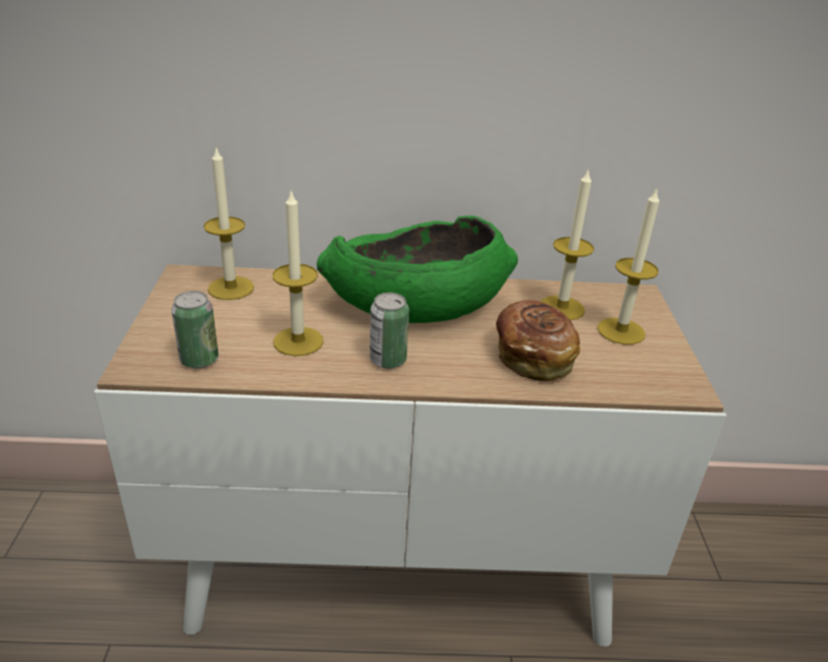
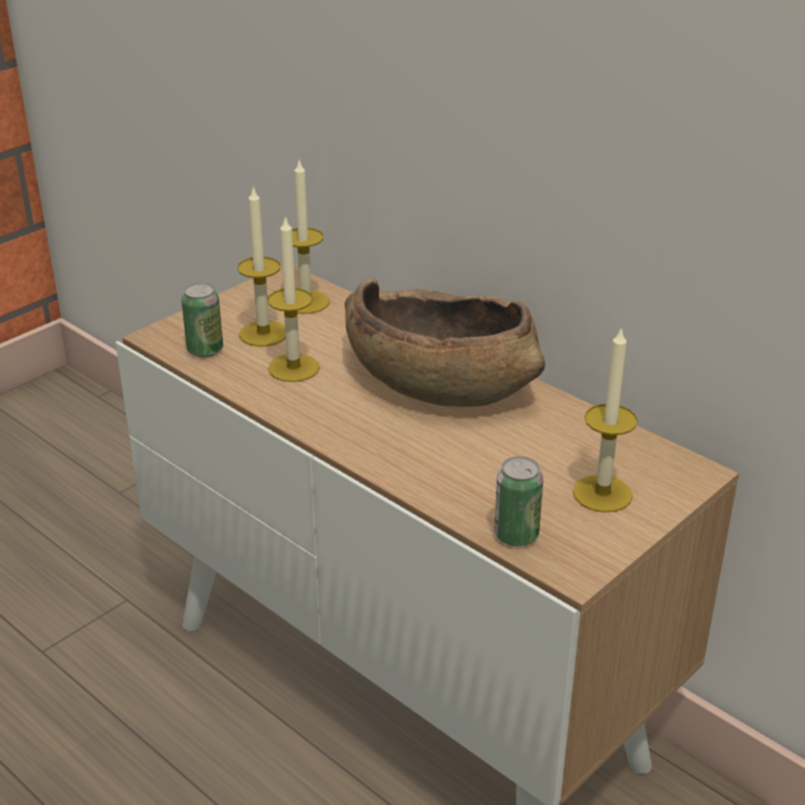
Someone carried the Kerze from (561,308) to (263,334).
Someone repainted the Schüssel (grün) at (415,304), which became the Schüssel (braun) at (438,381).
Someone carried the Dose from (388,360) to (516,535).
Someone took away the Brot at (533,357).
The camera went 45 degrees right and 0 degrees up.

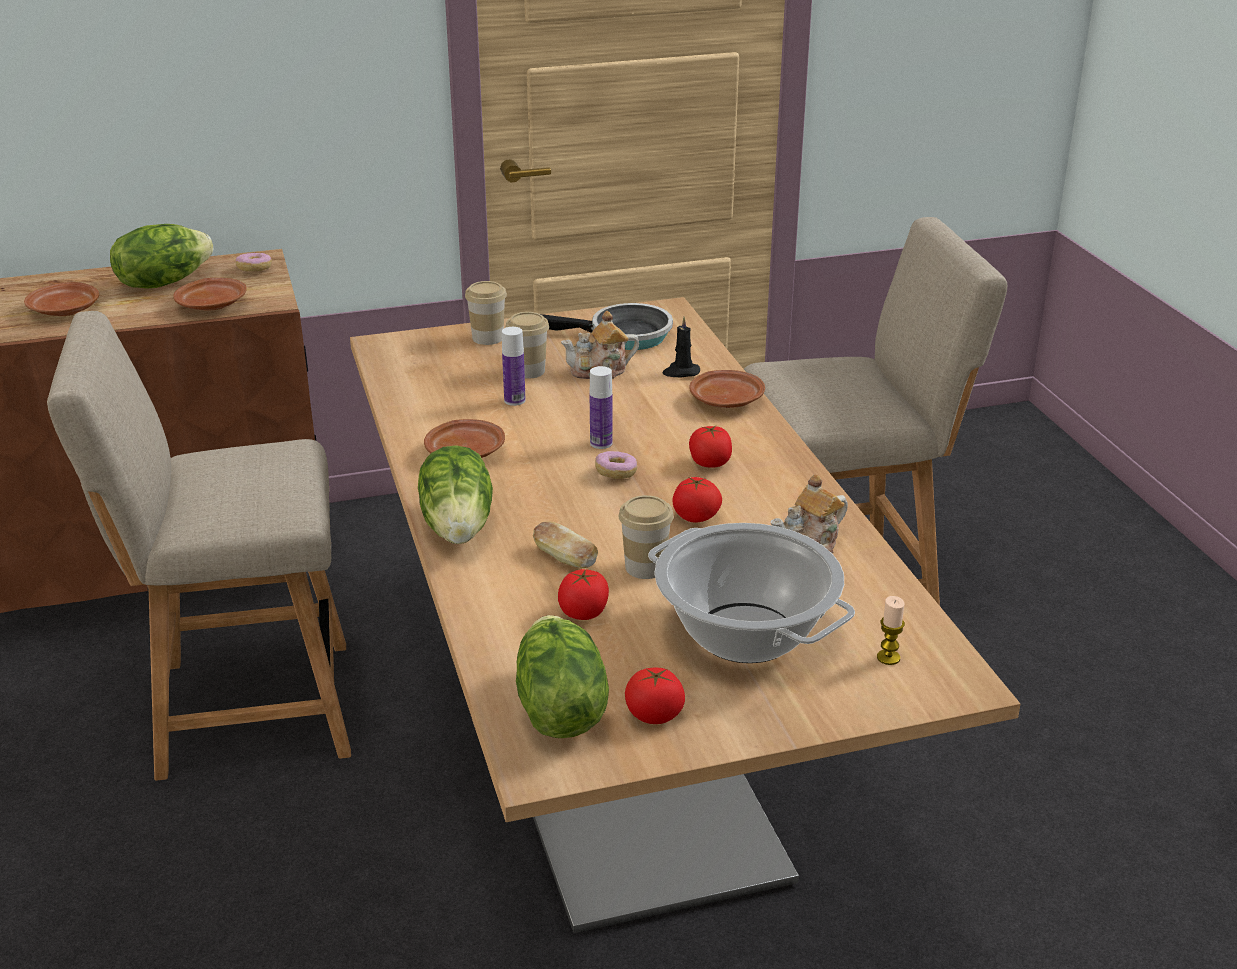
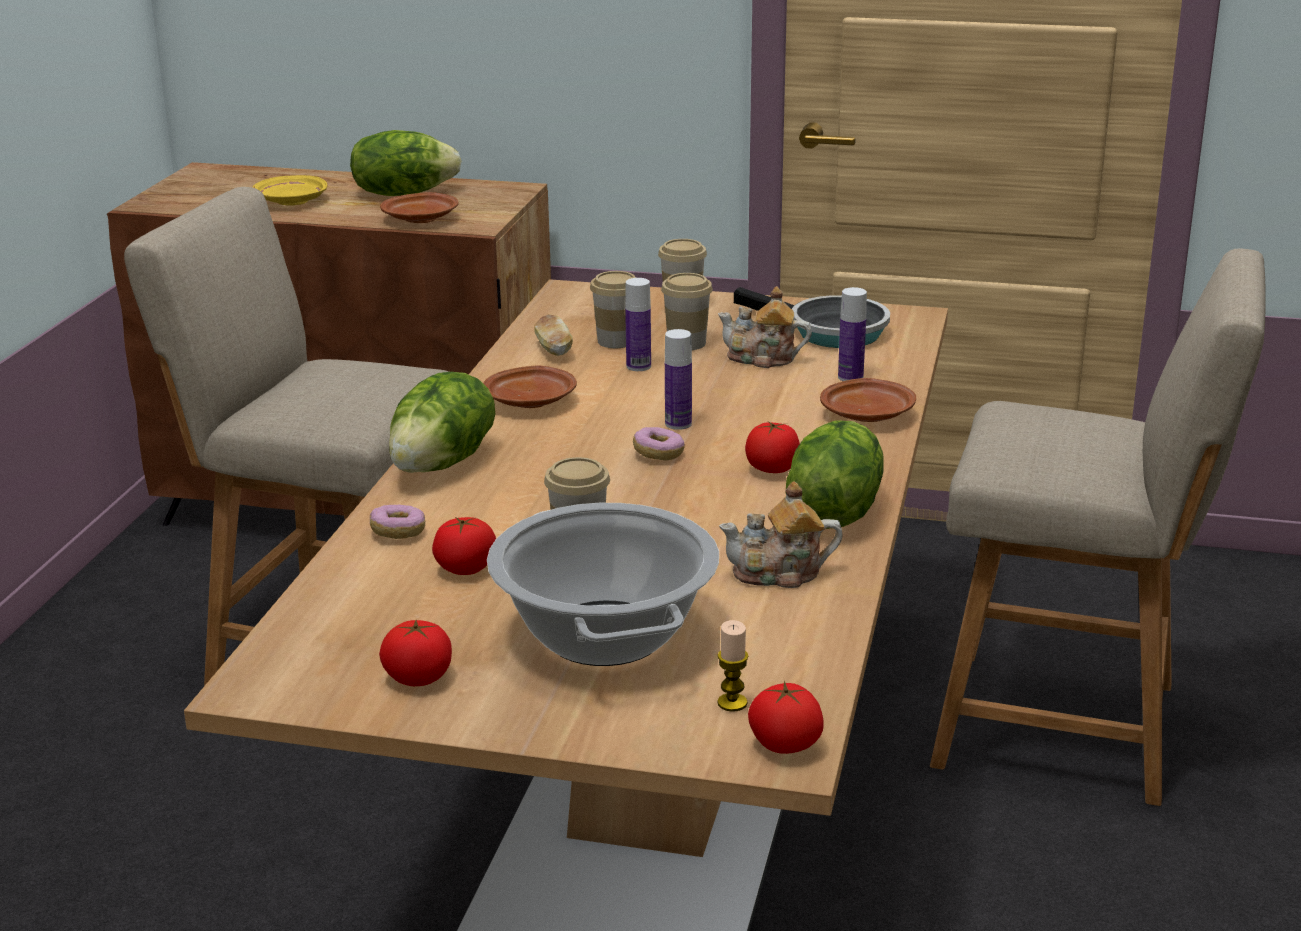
Someone repainted the Teller (braun) at (64,311), which became the Teller (gelb) at (291,201).
Someone carried the Donut from (254,269) to (398,533).
Someone carried the Brot from (565,559) to (553,350).
Someone put down the Tasse at (616,341).
Someone carried the Tomate from (696,517) to (785,745).
Someone carried the Salatkopf from (558,710) to (833,512).
Someone swapped the Kerze (schwarz) at (681,372) for the Flasche at (850,377).
The camera went 30 degrees right and 5 degrees down.

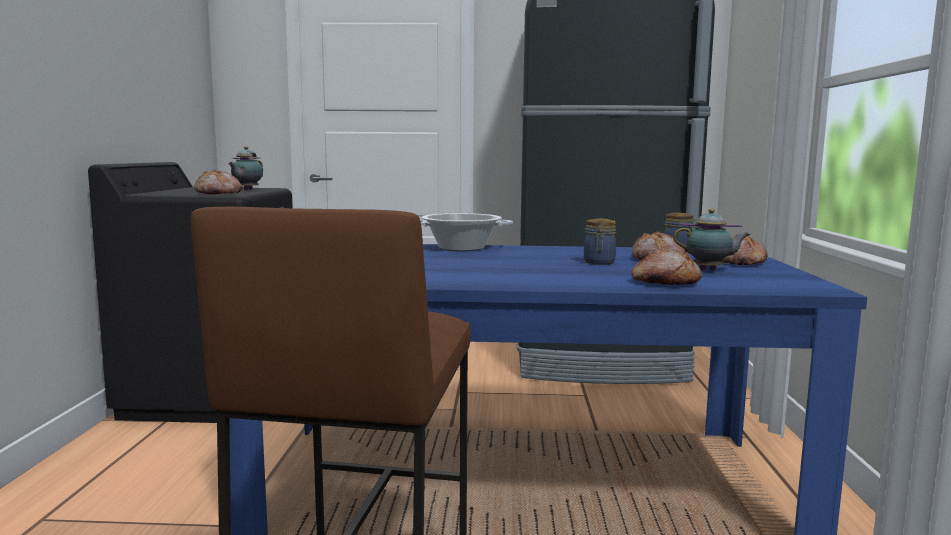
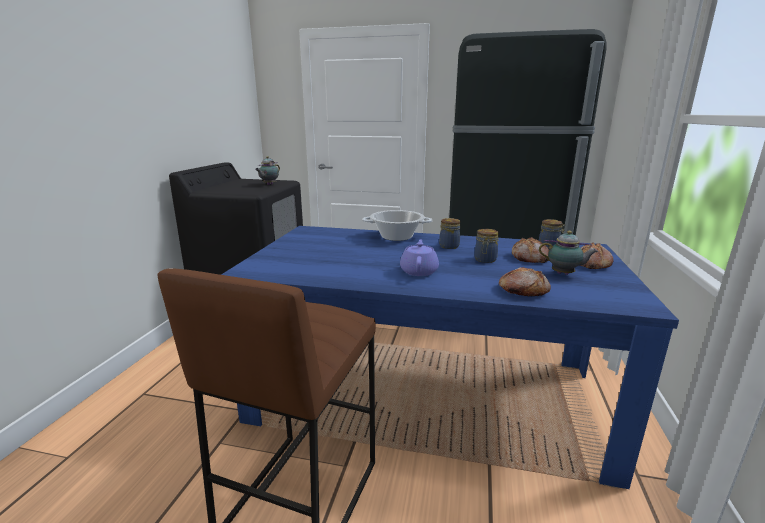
Someone put down the Teekanne (lila) at (419,271).
Someone put down the Vorratsglas at (449,246).
Someone took away the Brot at (219,193).
The camera went 10 degrees right and 10 degrees up.

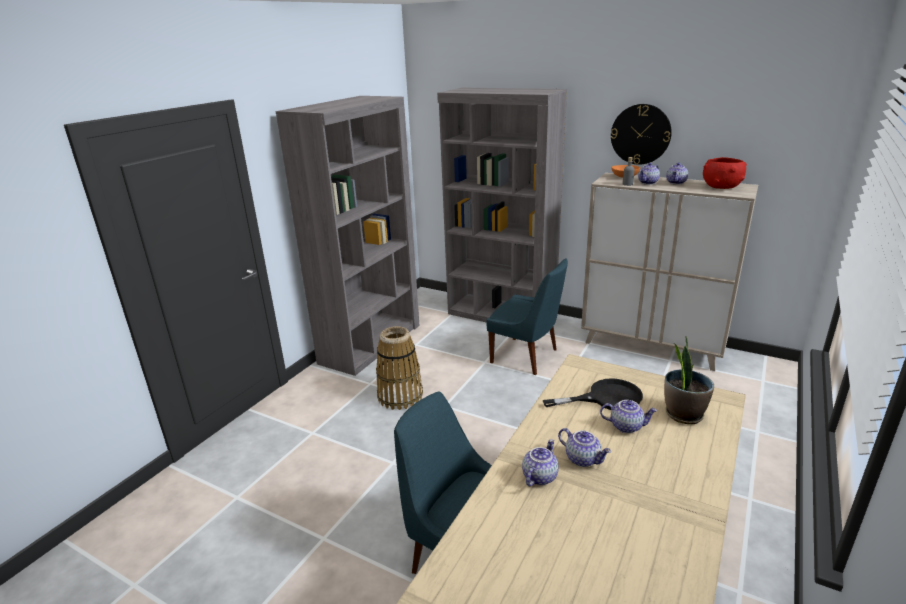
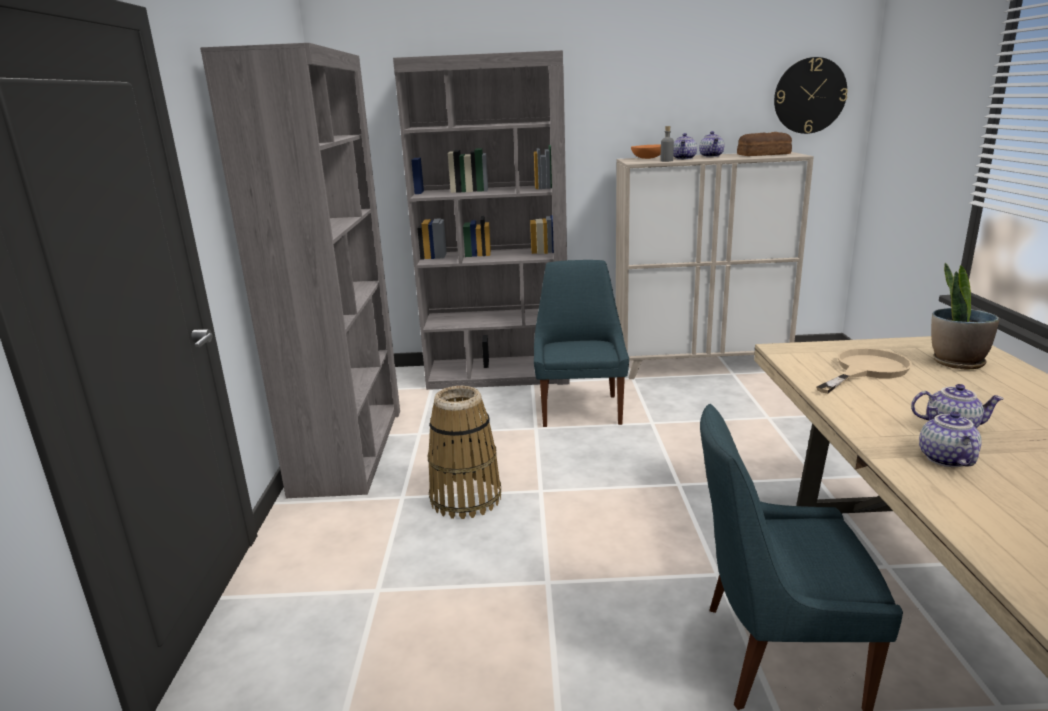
Someone rotated the Stuhl (blau) at (526,357) by 90 degrees counterclockwise.
Someone swapped the Schüssel (rot) at (721,187) for the Brot at (762,154).
Someone carried the Wanduhr from (640,134) to (809,96).
Someone repainted the Pfanne (schwarz) at (605,398), which became the Pfanne (beige) at (865,370).
Someone took away the Teekanne at (626,426).
The camera went 30 degrees left and 5 degrees down.

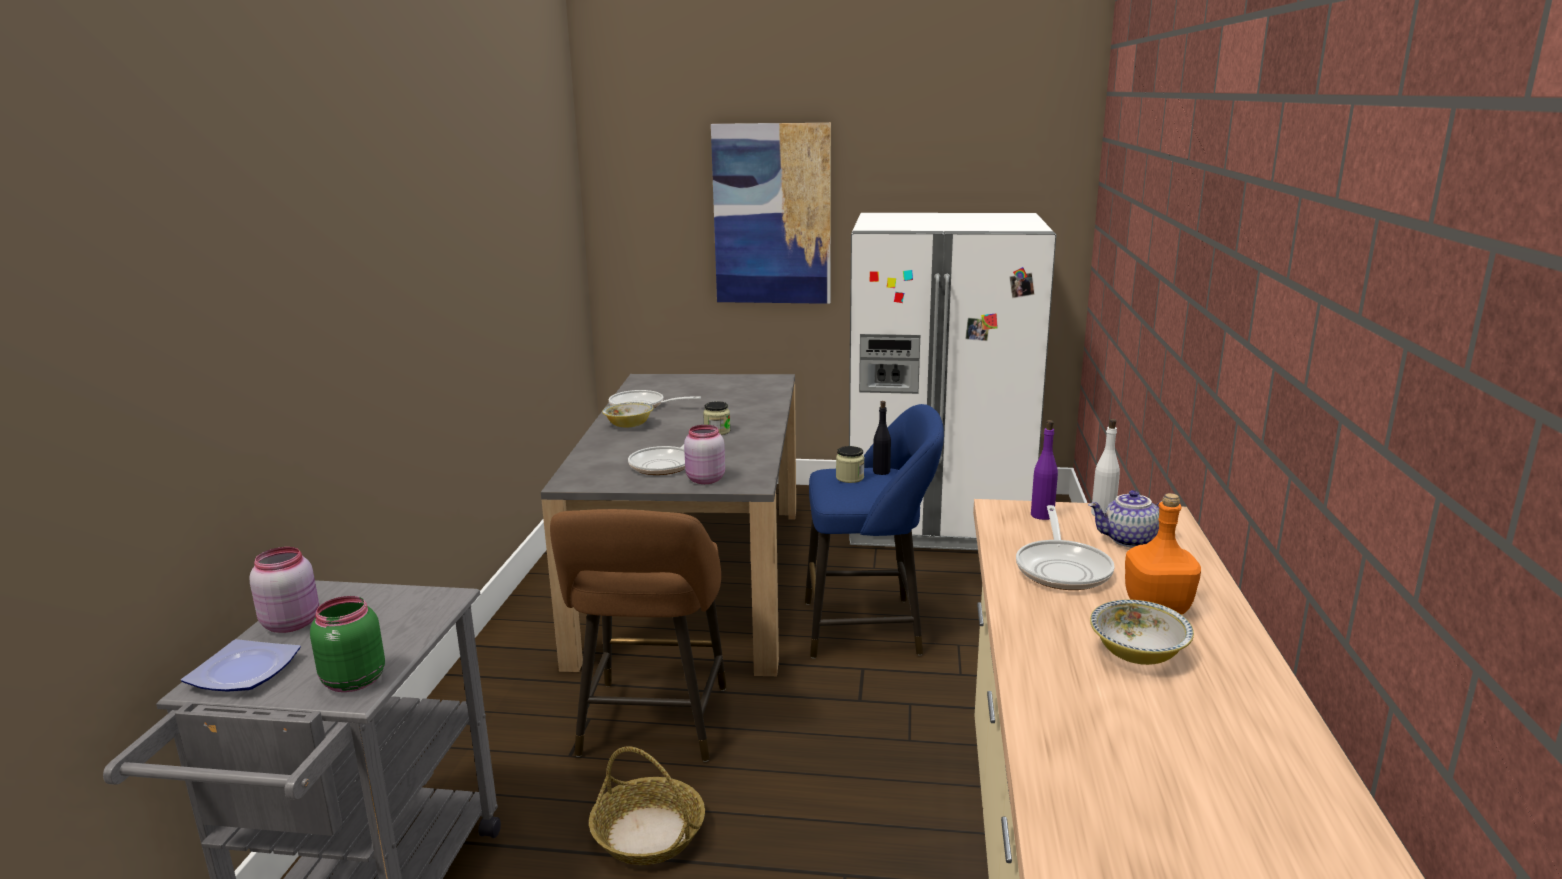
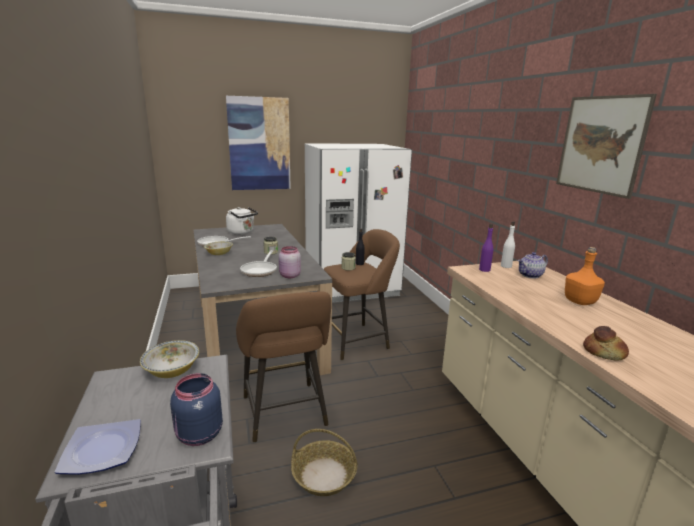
Someone carried the Schüssel from (1137,653) to (172,371).
Someone repainted the Vorratsglas (grün) at (352,681), which became the Vorratsglas (blau) at (198,435).
Someone put down the Wasserkessel (weiß) at (242,232).
Someone repainted the Hocker (blau) at (870,628), which became the Hocker (braun) at (357,340).
Someone put up the Bild at (601,144).
Someone put down the Brot at (604,353).
Someone took away the Vorratsglas (rosa) at (292,623).
Someone took away the Pfanne at (1062,568).
The camera went 25 degrees left and 0 degrees up.

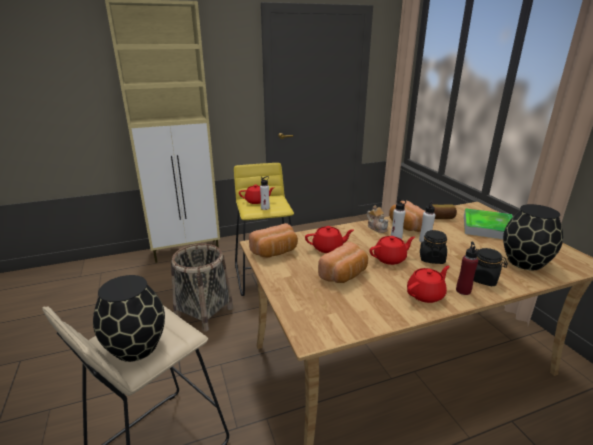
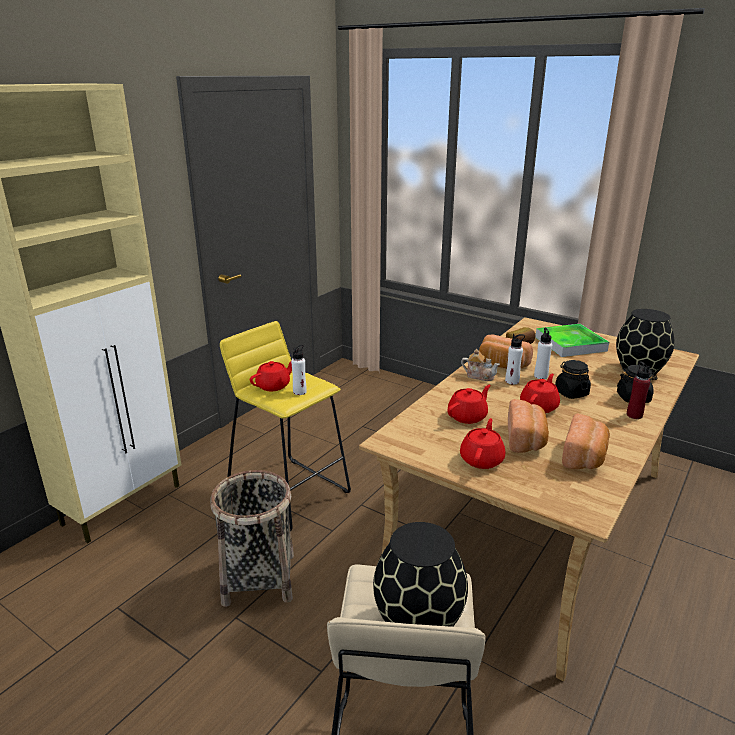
Someone carried the Teekanne (rot) from (426,294) to (482,459).
Someone carried the Brot from (275,252) to (584,457).
The camera went 35 degrees left and 0 degrees up.

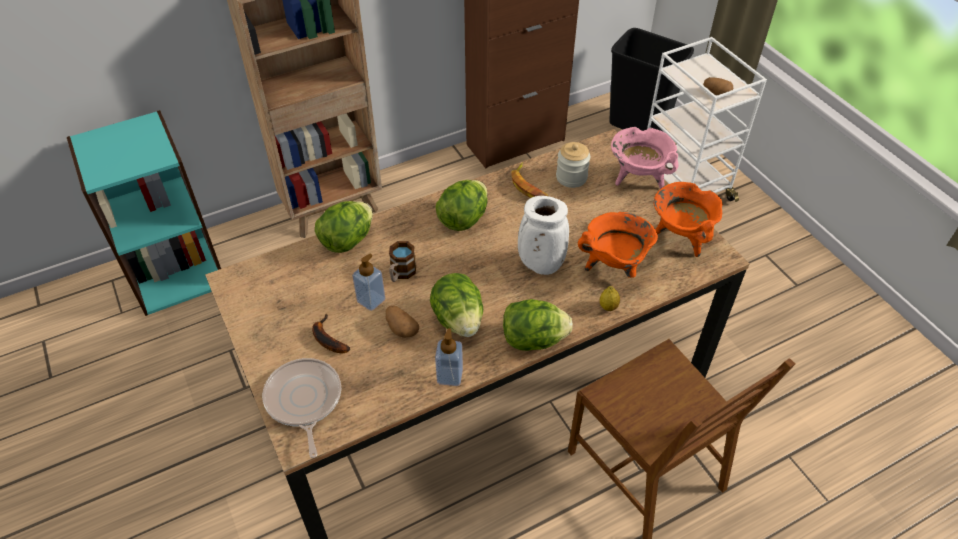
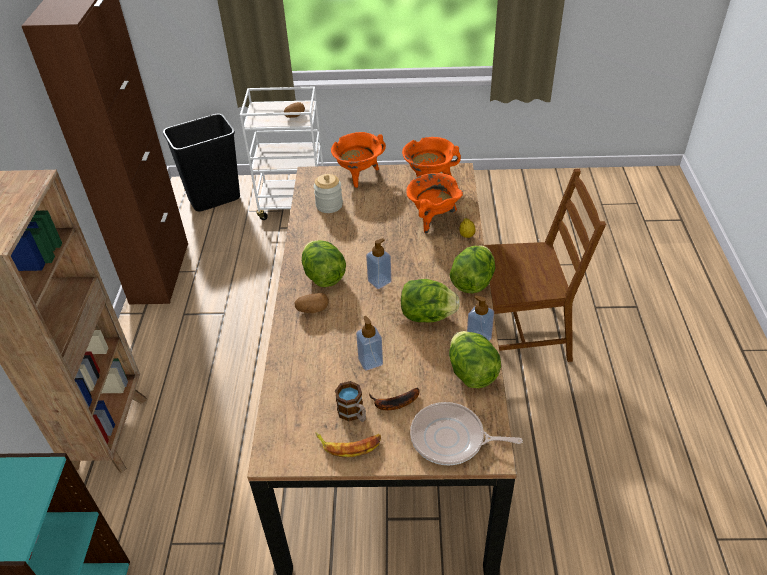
Someone carried the Kartoffel from (401,328) to (312,310).
Someone carried the Banane from (528,186) to (349,444).
Someone repainted the Kochtopf (rosa) at (638,179), which became the Kochtopf (orange) at (359,176).
Someone carried the Henkelbecher from (401,273) to (353,414).
Someone put down the Seifenspender at (379,281).
Someone carried the Salatkopf from (347,240) to (472,373).
Someone took away the Vase (weiß) at (539,265).
The camera went 60 degrees left and 5 degrees down.

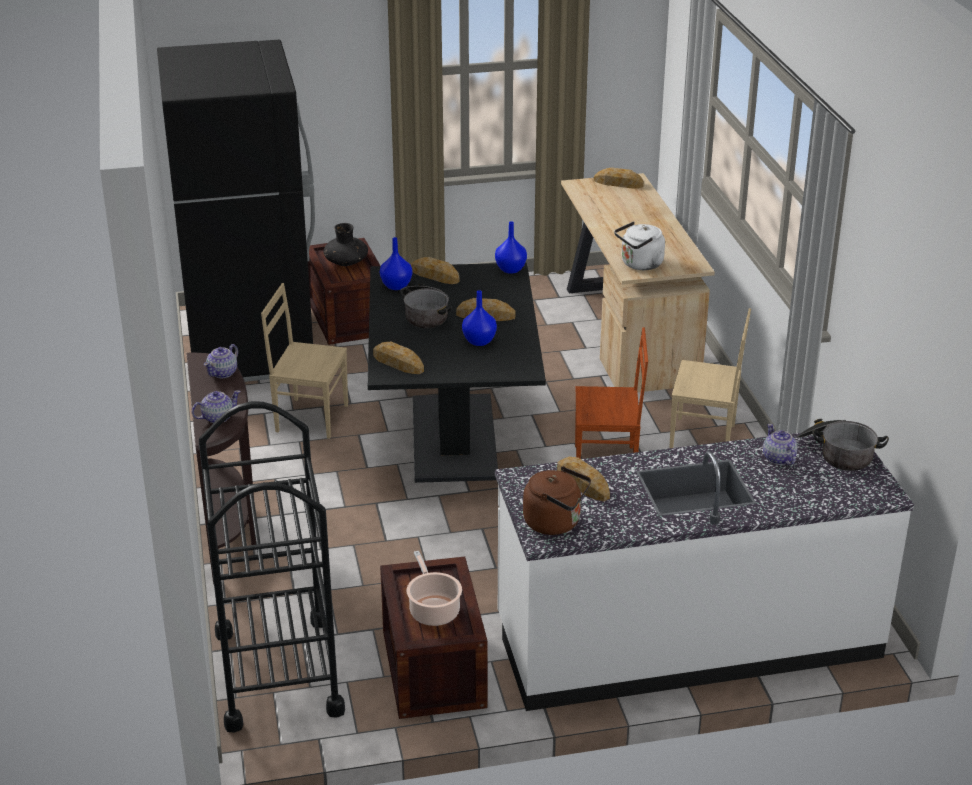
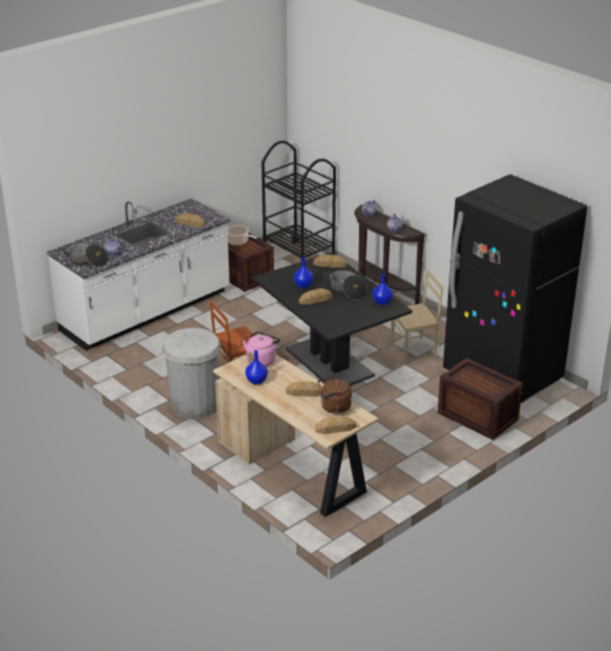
Someone swapped the Stuhl (beige) at (703,439) for the Mülleimer (weiß) at (194,405).
Someone repainted the Wasserkessel (weiß) at (639,264), which became the Wasserkessel (rosa) at (262,360).
Someone carried the Vase (blau) from (510,269) to (257,381).
Someone carried the Brot from (434,275) to (305,392).
Someone carried the Wasserkessel (braun) from (556,523) to (333,407).
Someone took away the Vase (schwarz) at (346,262).
The camera went 150 degrees right and 0 degrees up.

